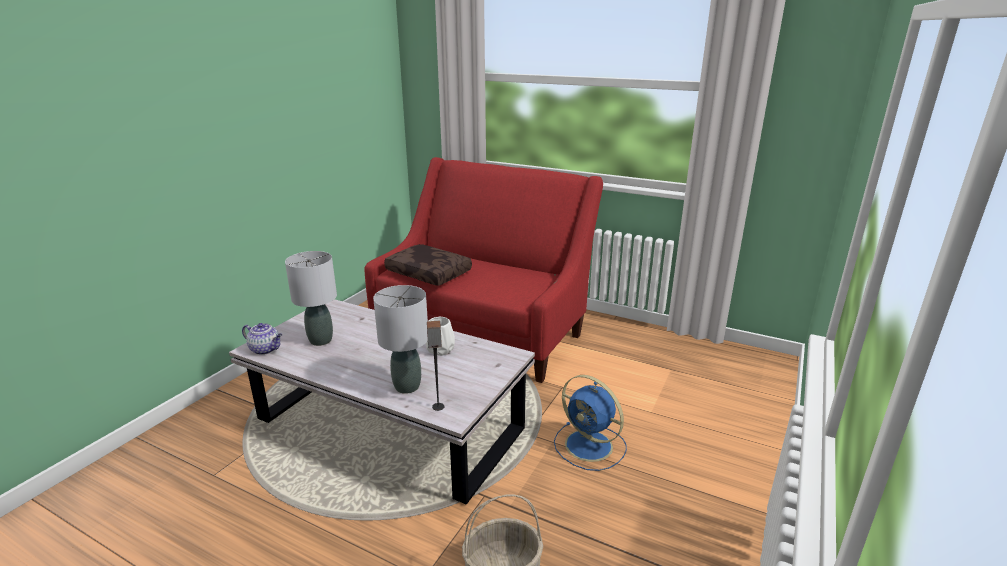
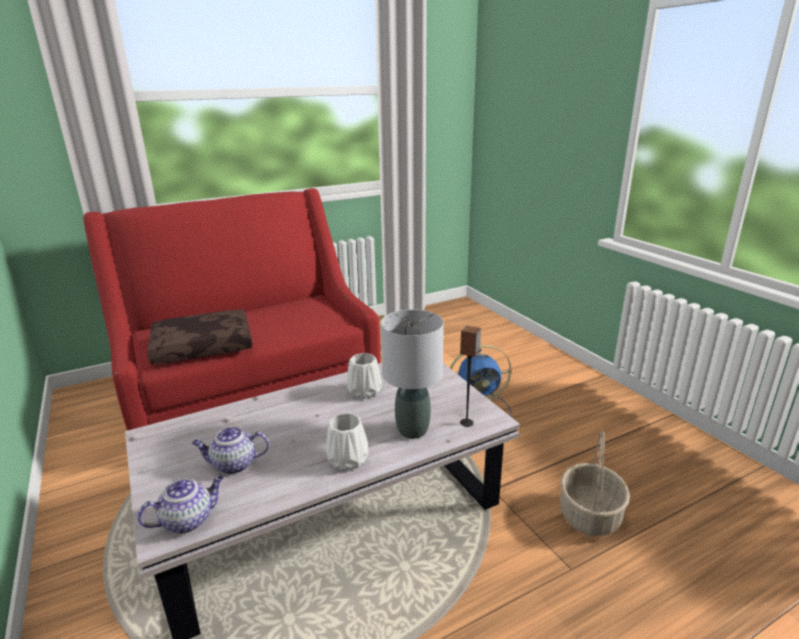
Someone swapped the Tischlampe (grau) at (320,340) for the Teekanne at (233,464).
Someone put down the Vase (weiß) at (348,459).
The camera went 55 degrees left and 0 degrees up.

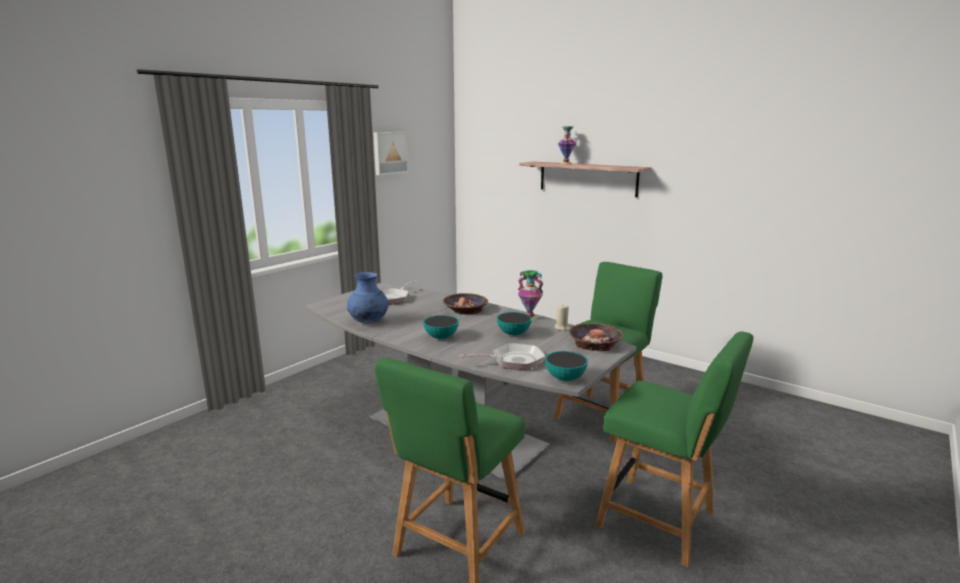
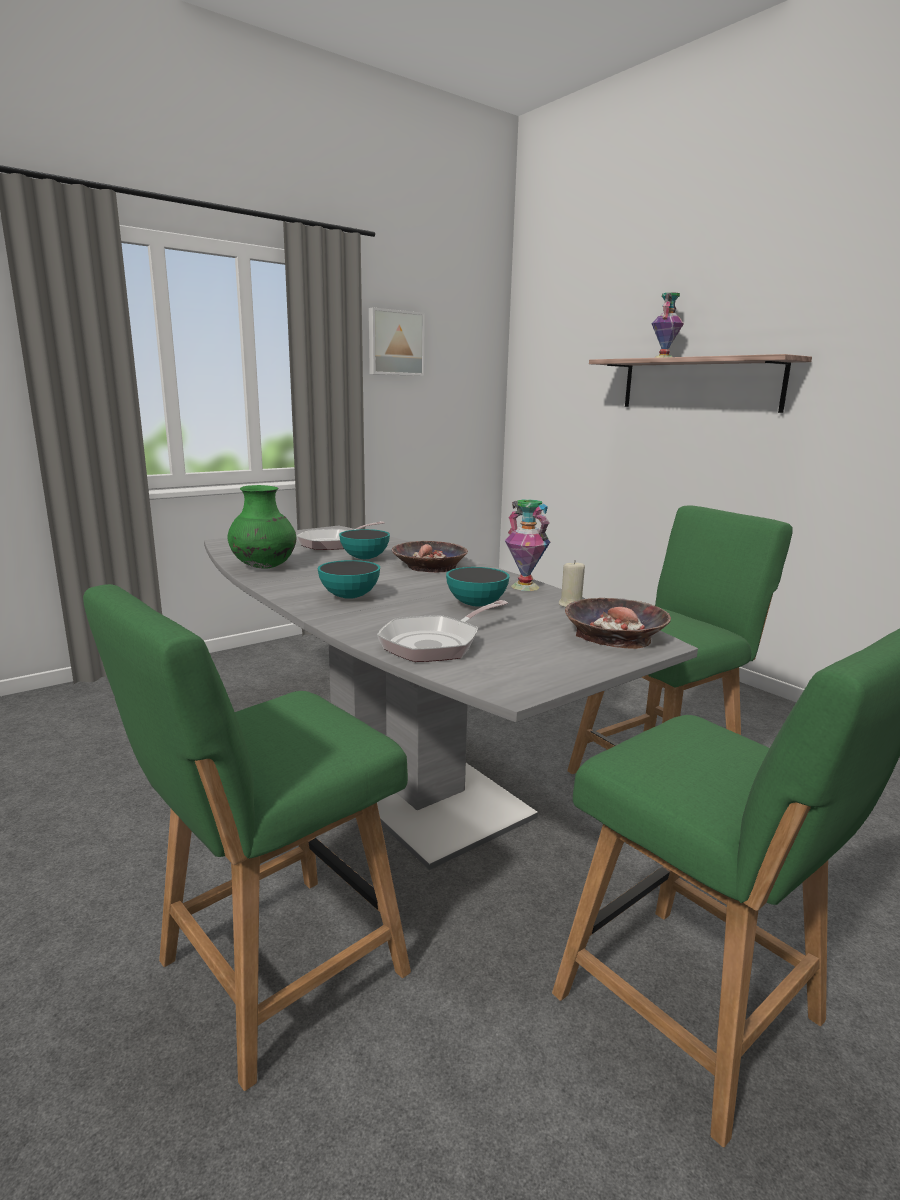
Someone repainted the Vase (blau) at (369,322), which became the Vase (grün) at (263,567).
Someone carried the Schüssel from (565,378) to (365,558).
Someone rotated the Pfanne at (513,361) by 135 degrees clockwise.
The camera went 15 degrees right and 0 degrees up.

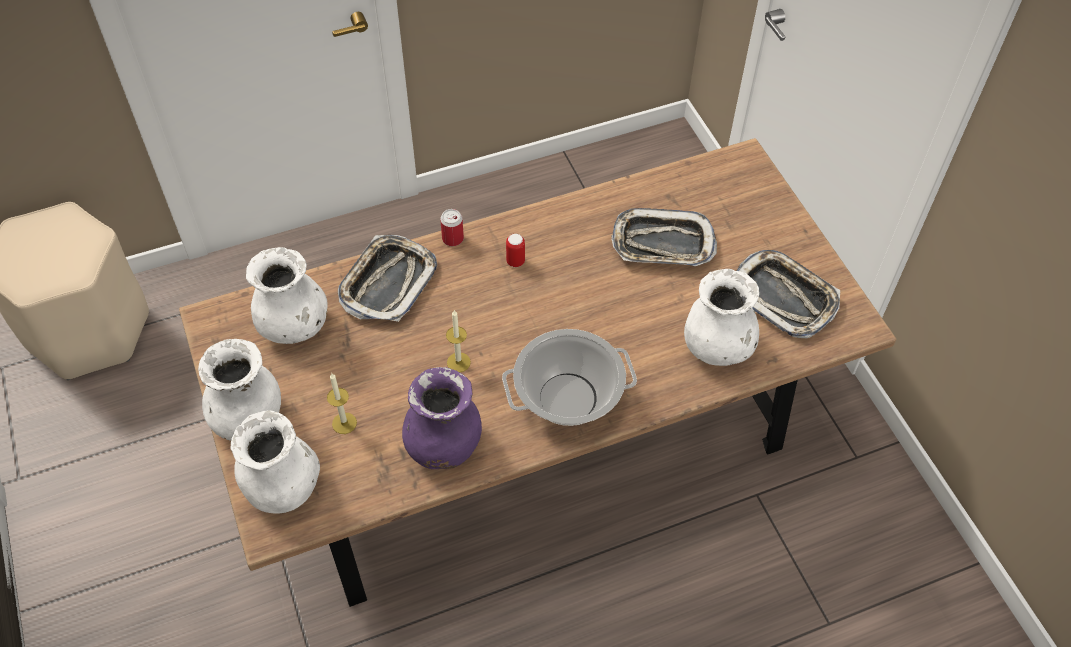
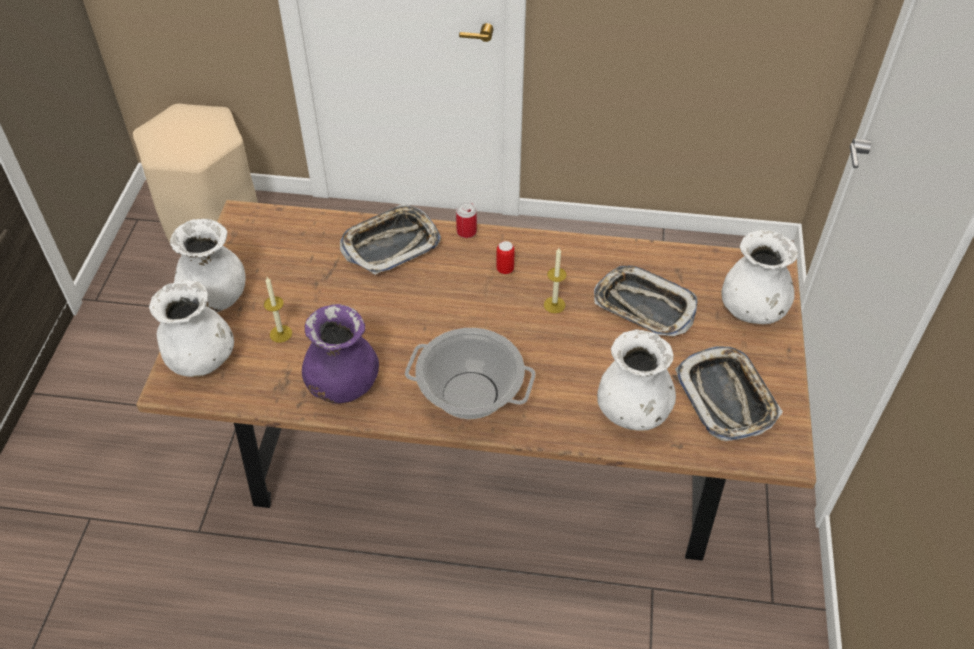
Someone carried the Kerze from (458,362) to (554,305).
Someone carried the Vase (weiß) from (294,325) to (752,310).
The camera went 30 degrees right and 5 degrees down.

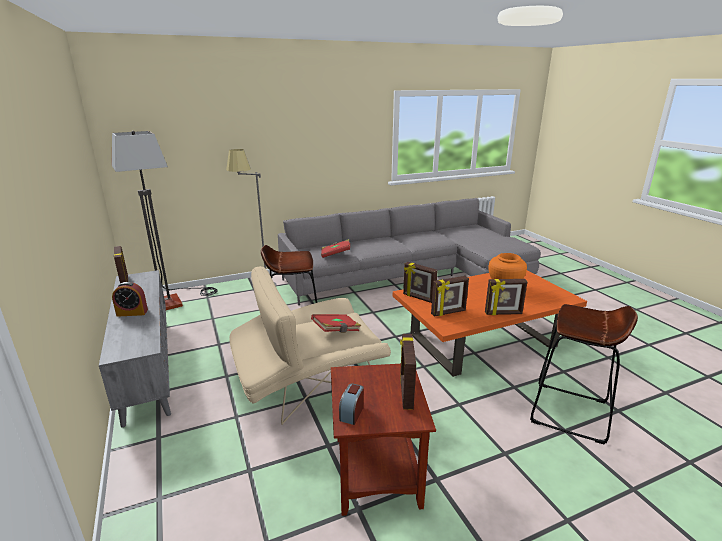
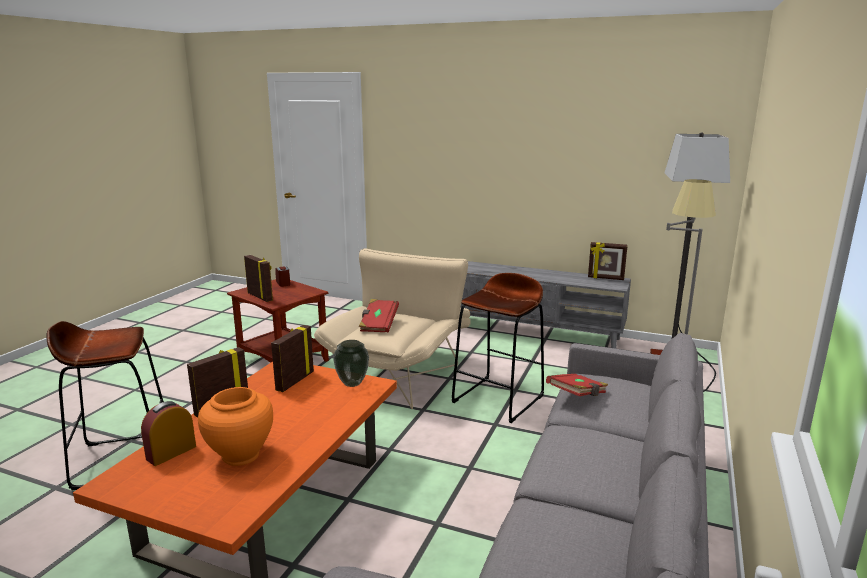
Someone carried the Wecker from (132,313) to (171,452).
Someone swapped the Bilderrahmen at (418,298) for the Vase at (352,384).
The camera went 135 degrees right and 5 degrees down.

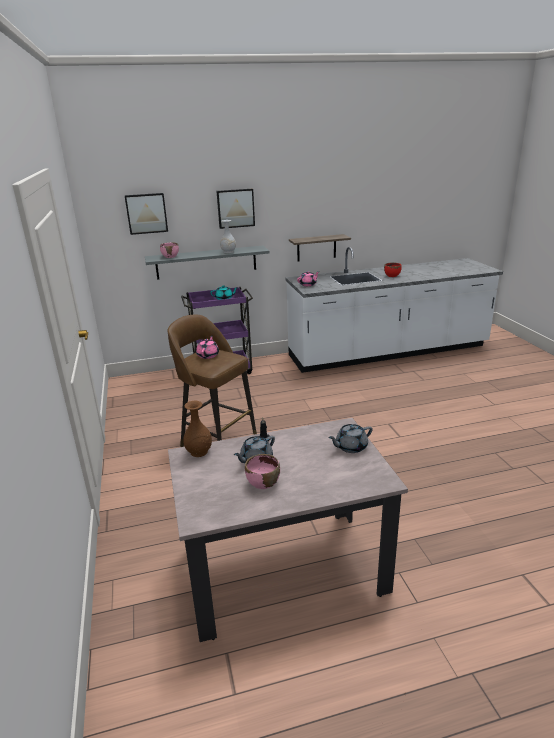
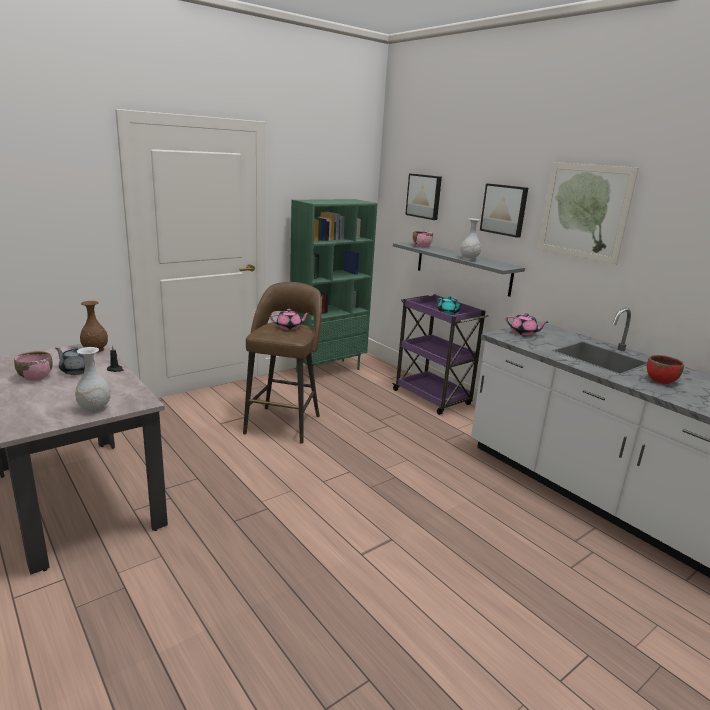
Someone swapped the Teekanne (grau) at (350,447) for the Vase (weiß) at (94,408).
Someone put down the Bücherregal (grün) at (328,370).
Someone put up the Bild at (584,211).
Someone took away the Wandregal at (316,248).
The camera went 65 degrees right and 5 degrees down.

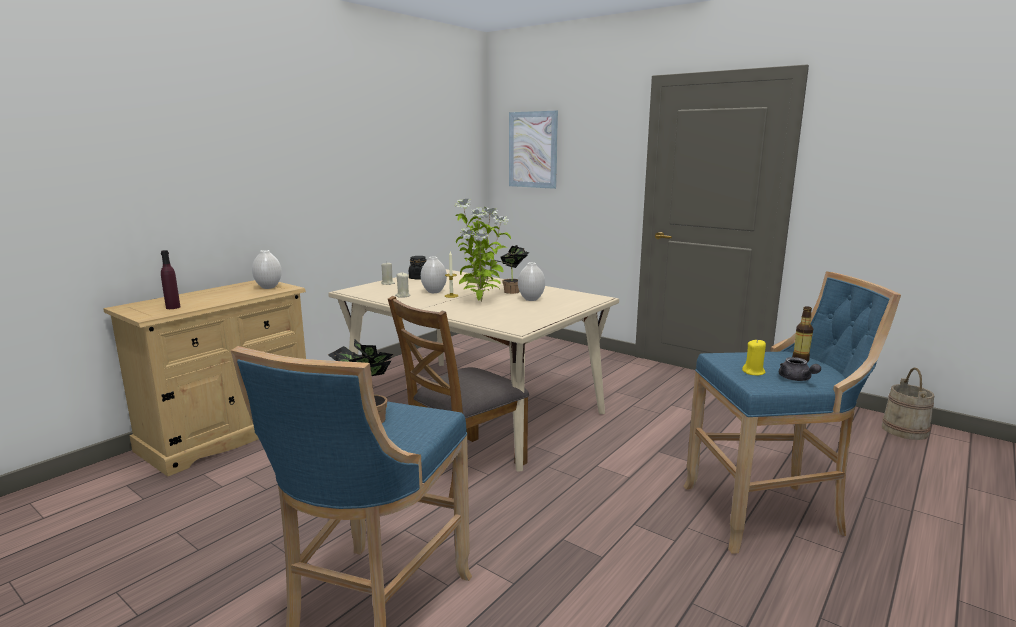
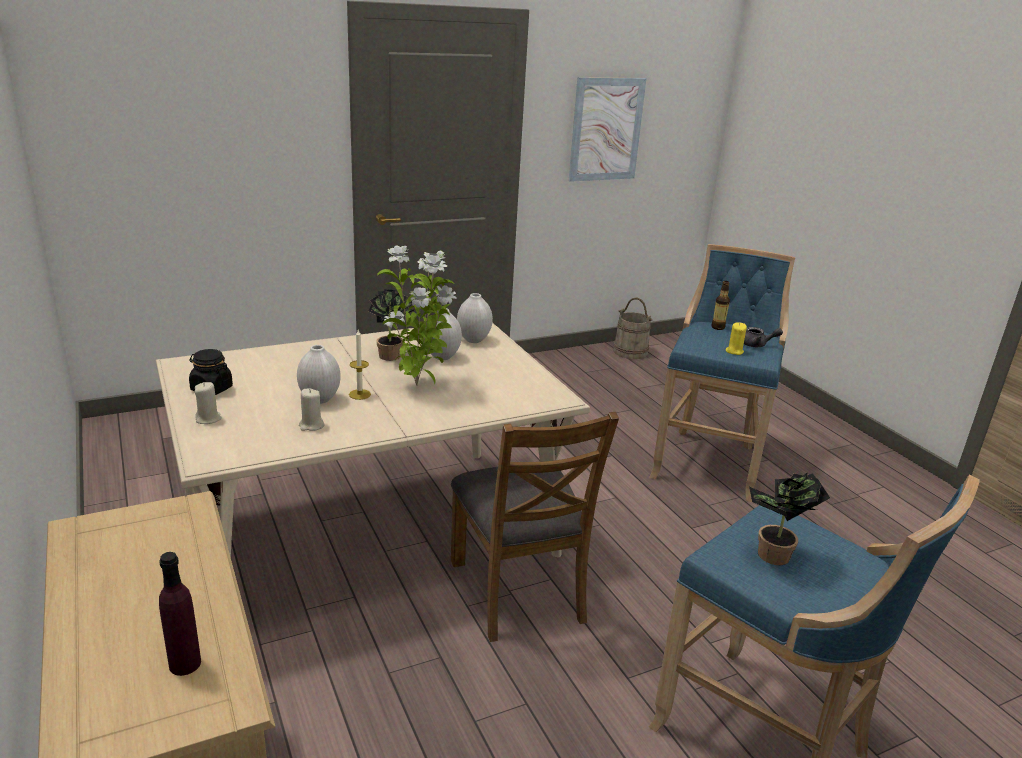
Someone carried the Vase (weiß) from (268,287) to (473,340).
Someone carried the Bild from (533,150) to (606,129).
The camera went 65 degrees left and 10 degrees up.

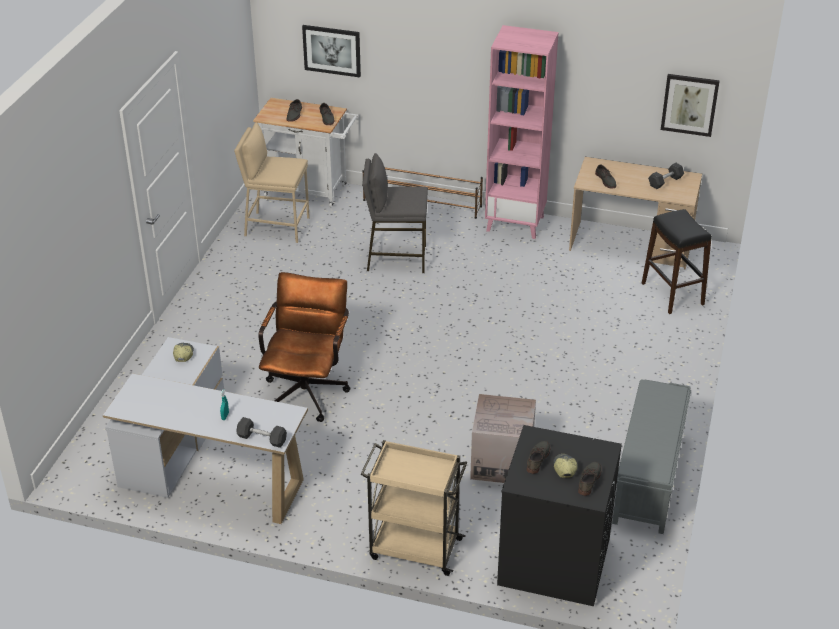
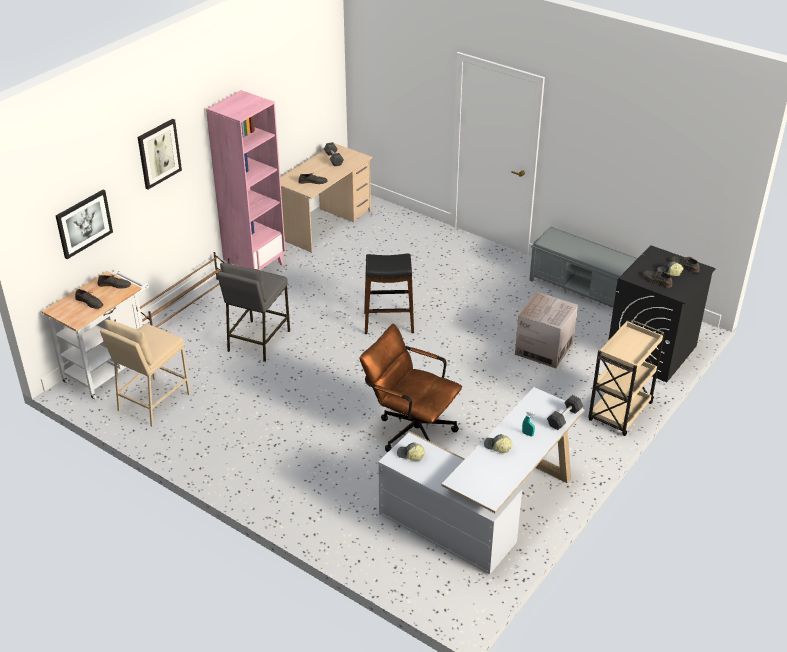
Someone carried the Bild from (689,104) to (159,153).
Someone carried the Hocker (schwarz) from (672,294) to (389,322).
Someone put down the Kappe at (497,447).
The camera went 70 degrees left and 0 degrees up.

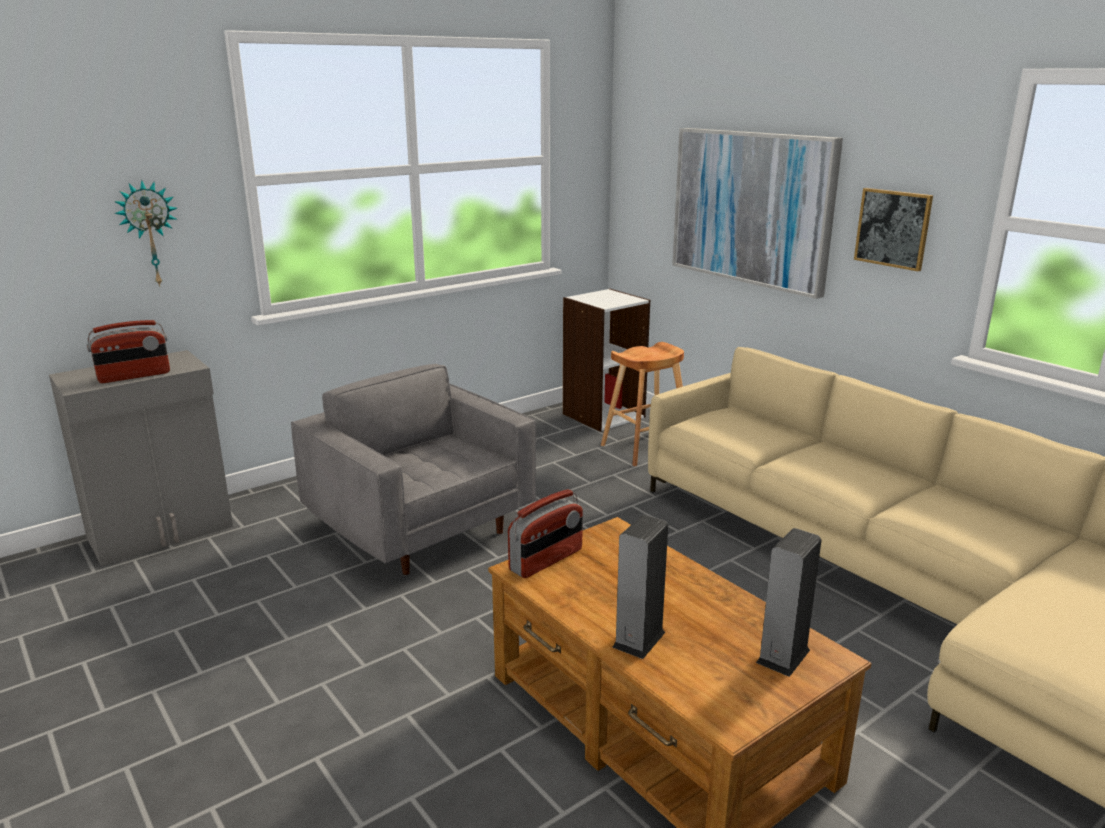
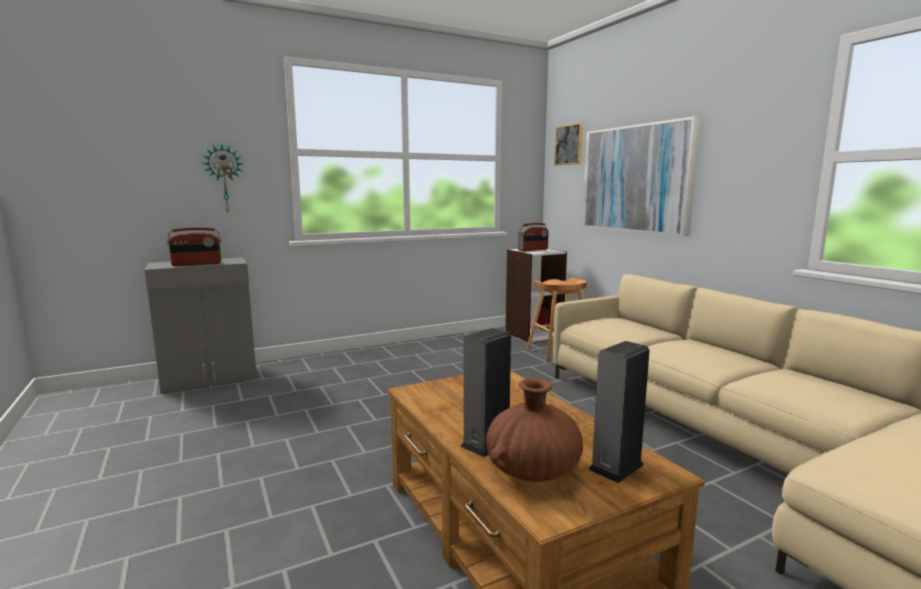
Someone put down the Vase (braun) at (533,472).
Someone carried the Radio from (546,560) to (533,250).
Someone carried the Bild from (893,228) to (569,144).
Someone took away the Sessel (grau) at (420,530).
The camera went 10 degrees right and 10 degrees down.

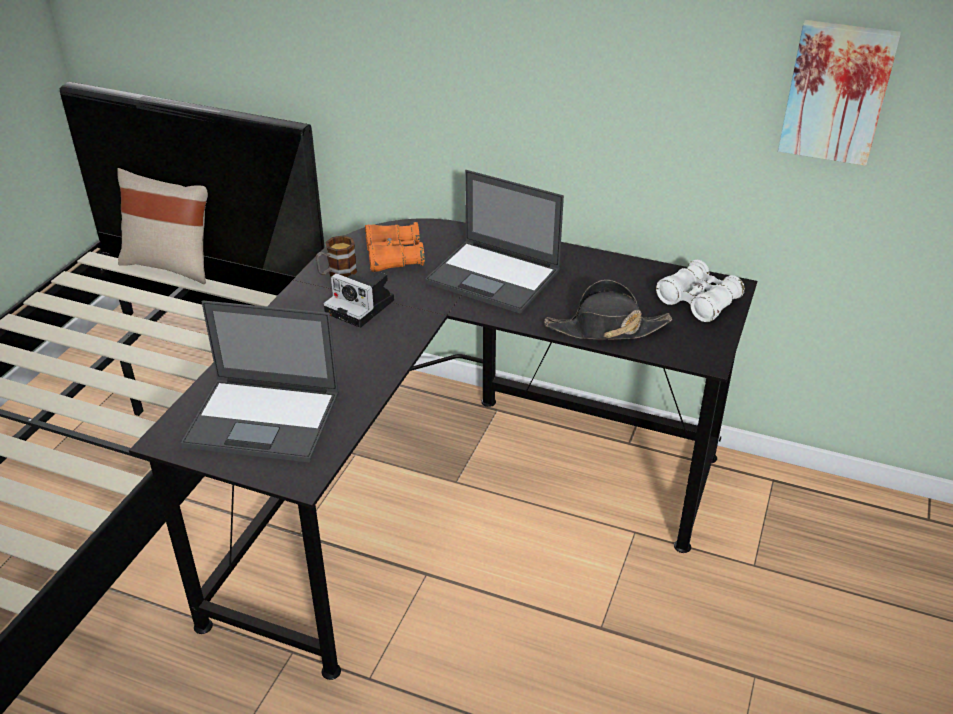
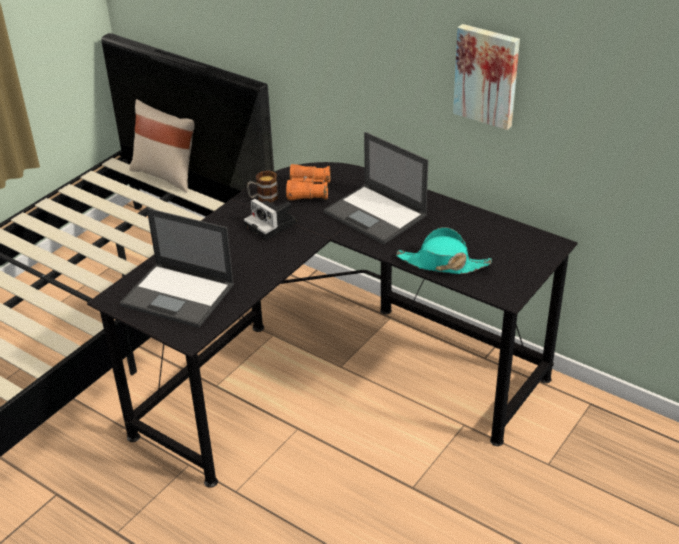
Someone repainted the Hut (schwarz) at (606,328), which became the Hut (türkis) at (442,264).
Someone carried the Bild from (836,92) to (487,75).
Someone took away the Fernglas (weiß) at (698,301).
The camera went 15 degrees right and 0 degrees up.

